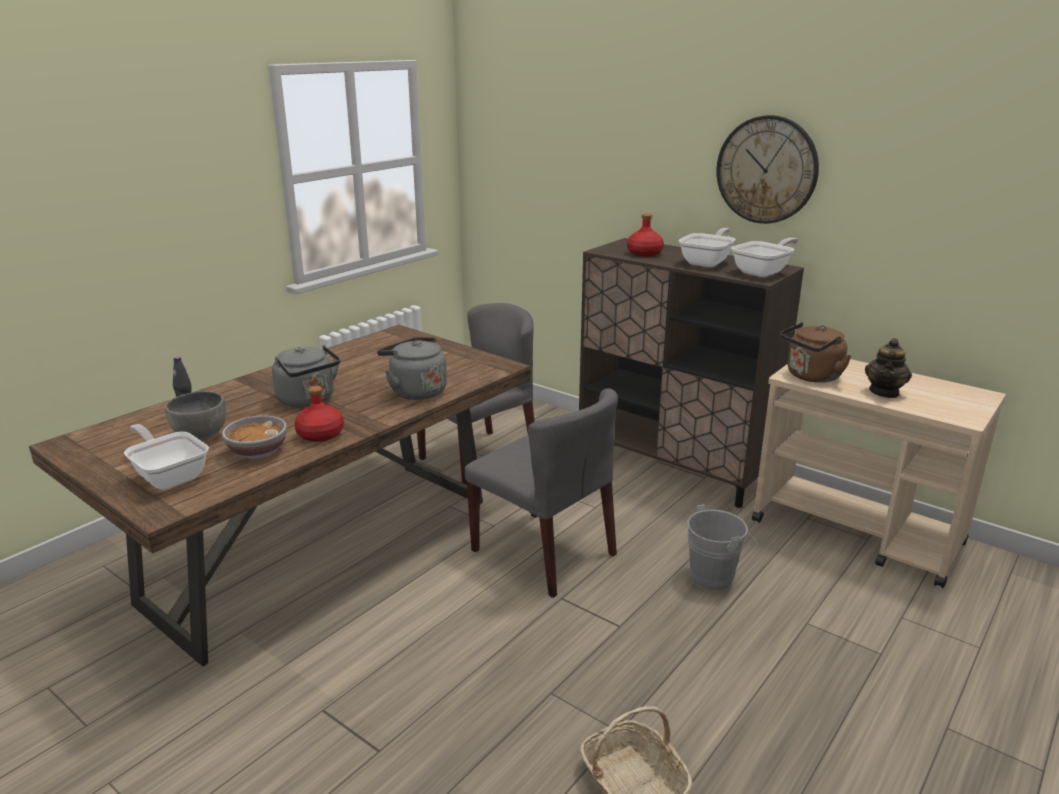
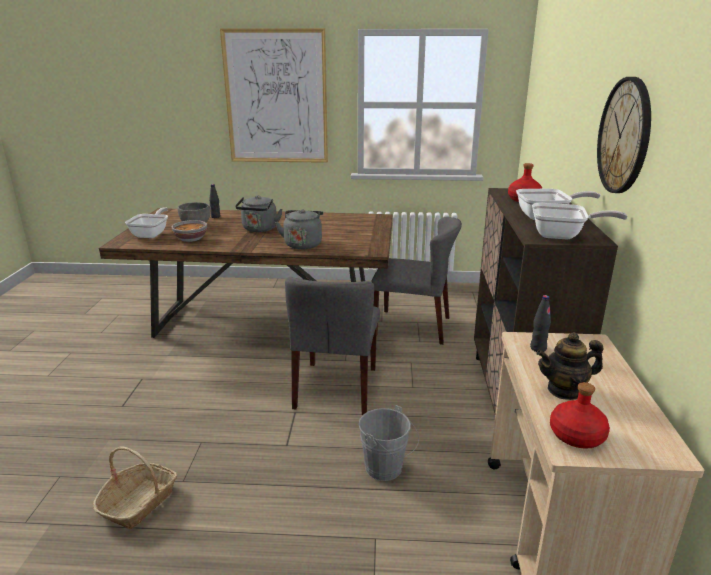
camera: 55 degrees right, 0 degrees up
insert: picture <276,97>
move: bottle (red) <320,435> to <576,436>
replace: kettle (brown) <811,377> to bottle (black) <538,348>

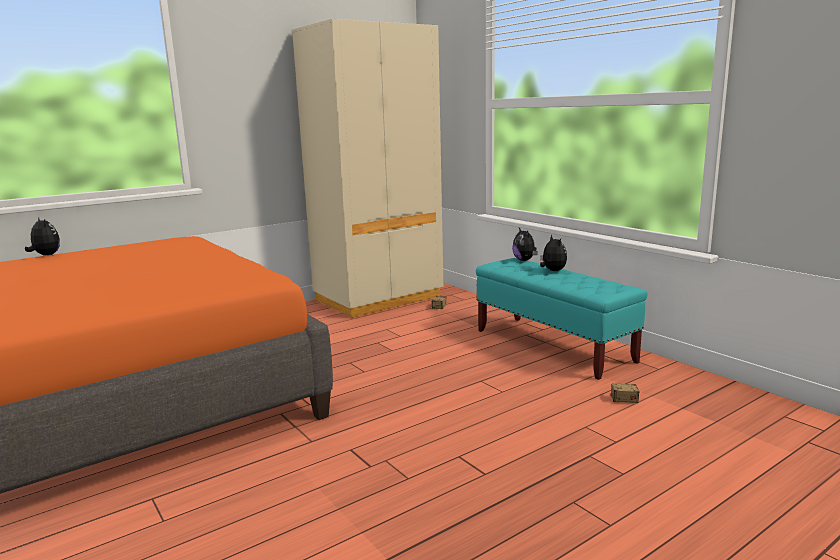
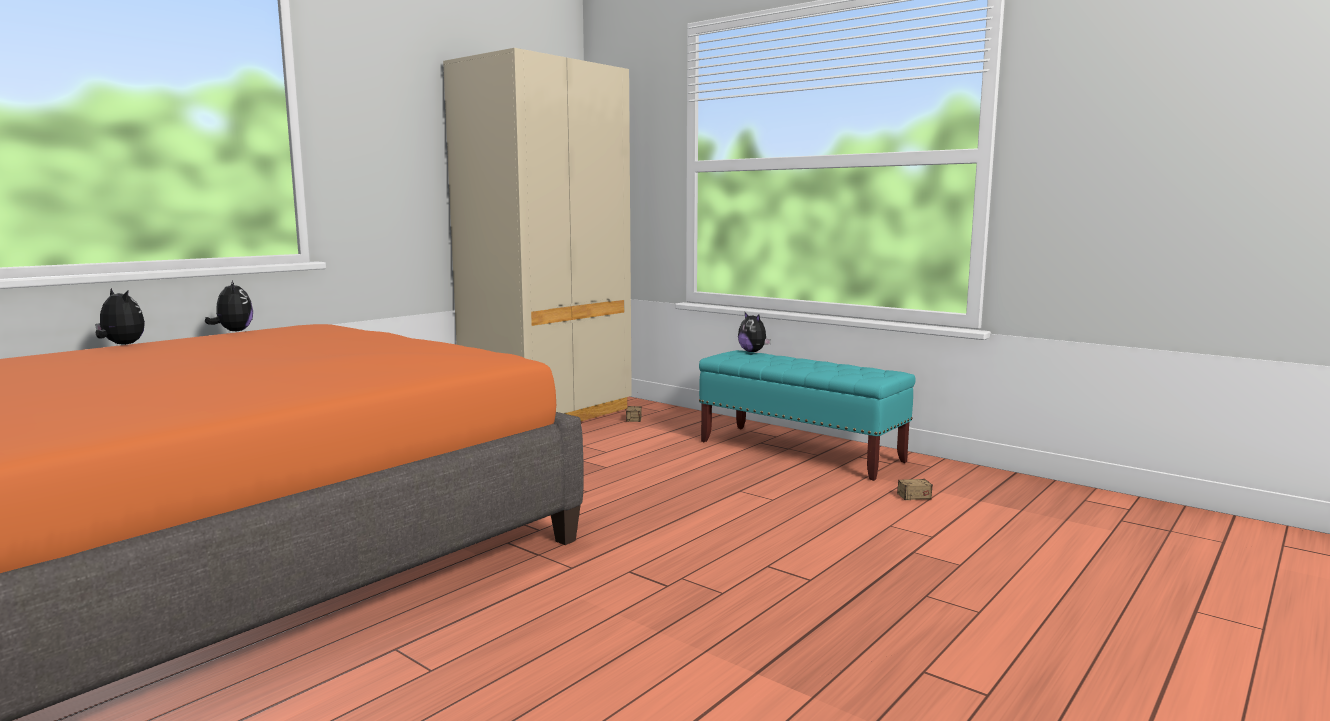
camera: 15 degrees left, 5 degrees down
move: plush toy <552,271> to <233,331>

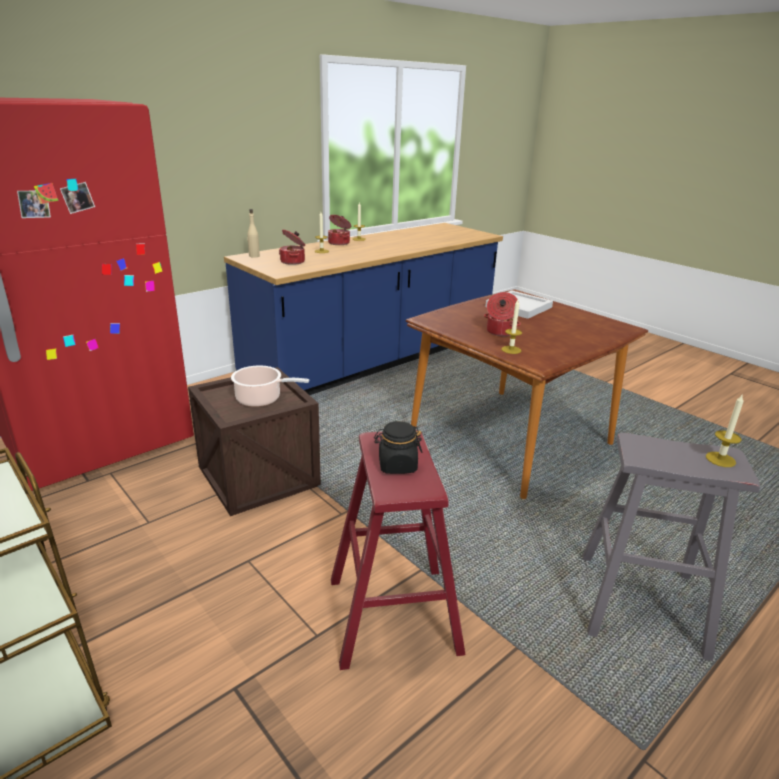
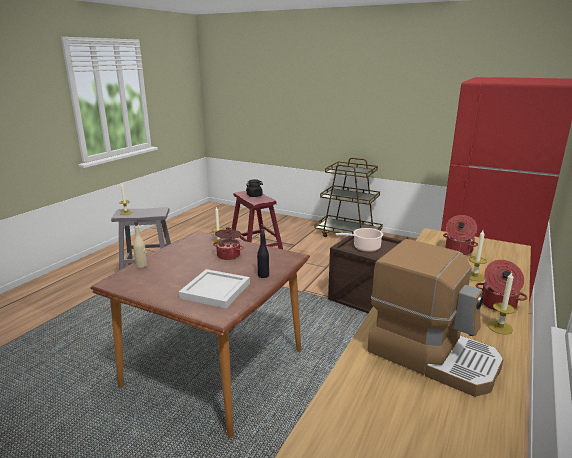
camera: 160 degrees right, 5 degrees down
insert: bottle (black) <263,275>; coffee machine <432,355>
move: bottle (beige) <254,256> to <142,265>

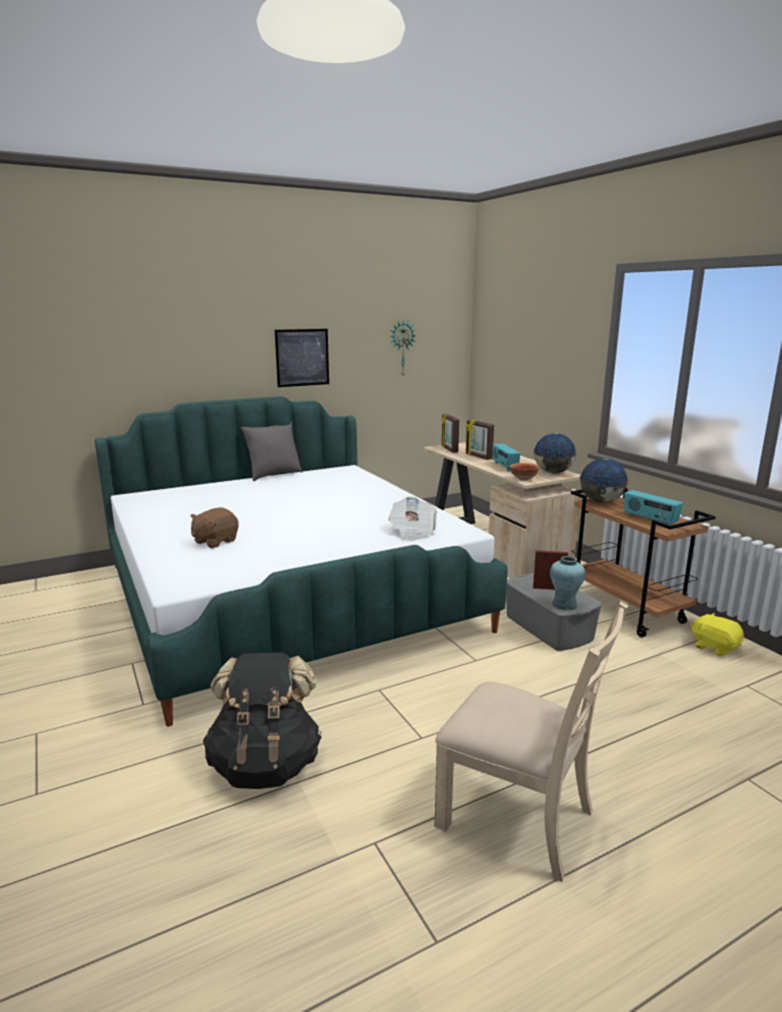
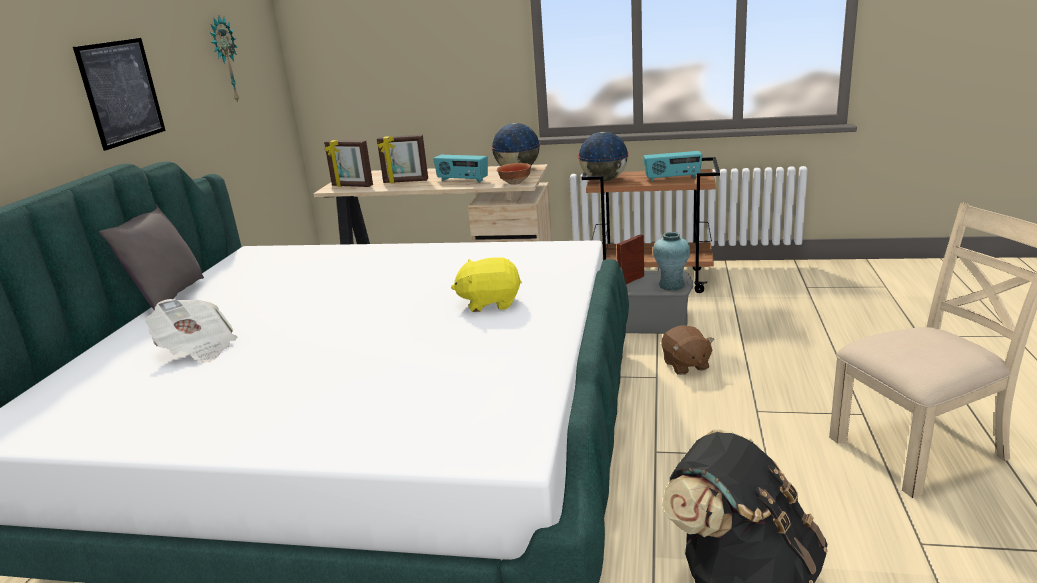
camera: 50 degrees left, 5 degrees up
move: newspaper <413,532> to <197,349>; plush toy (brown) <215,541> to <685,365>; plush toy (yellow) <714,647> to <490,303>

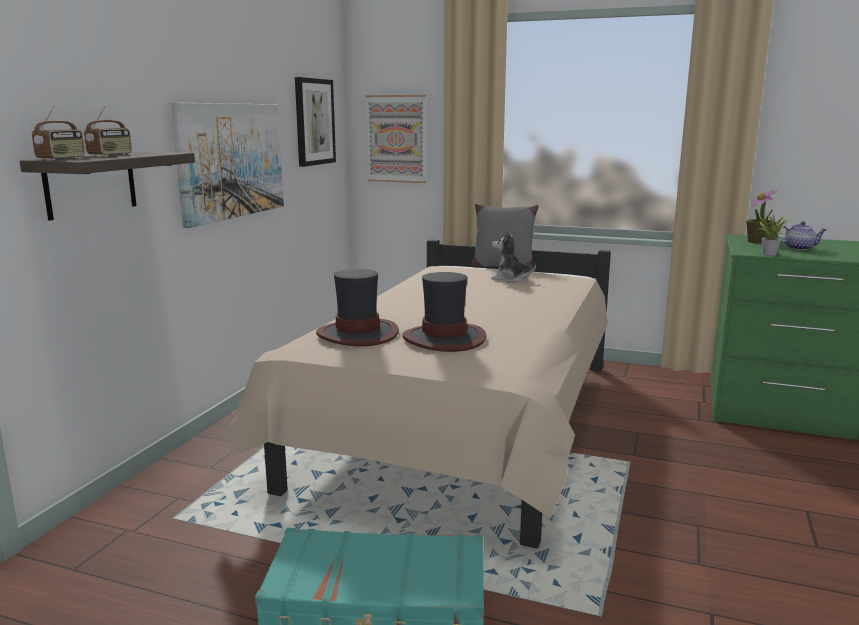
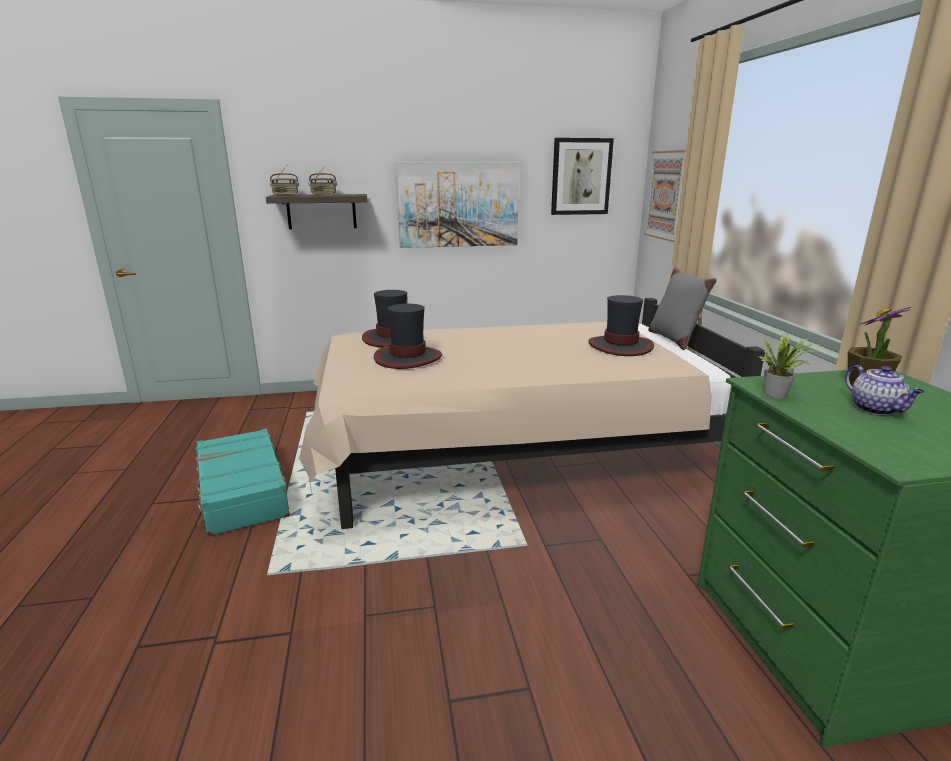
camera: 60 degrees right, 5 degrees up
replace: plush toy <510,279> to hat <620,346>

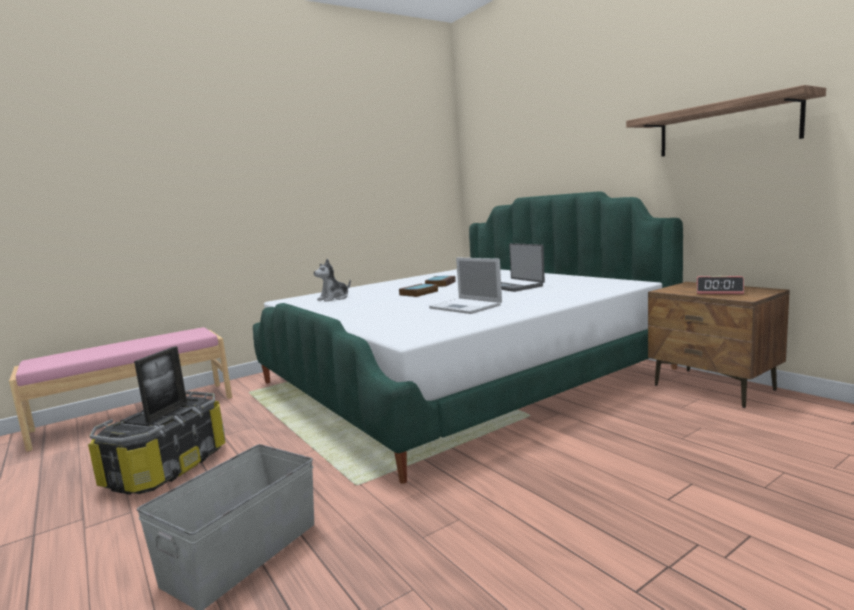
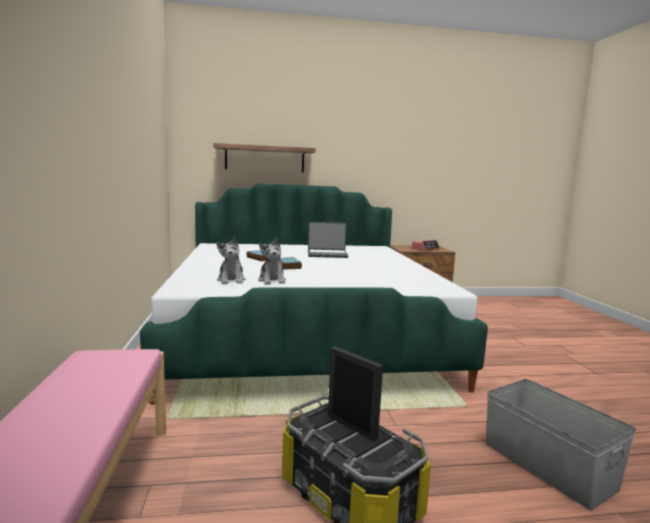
camera: 65 degrees left, 0 degrees up
delete: laptop <466,307>
insert: plush toy <272,280>
move: shelf <726,127> to <265,158>

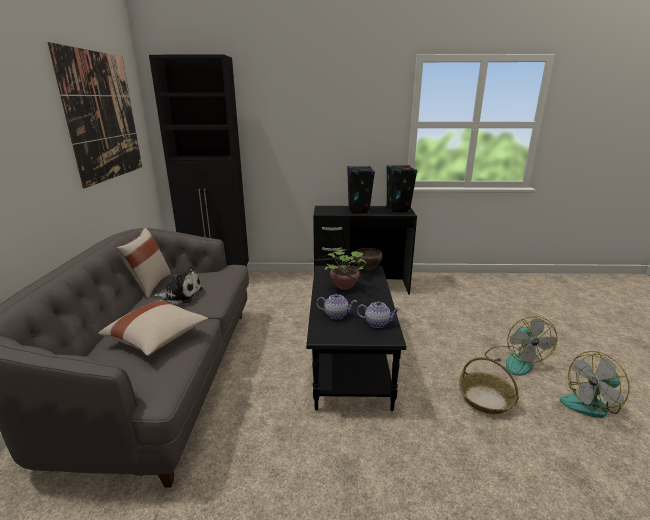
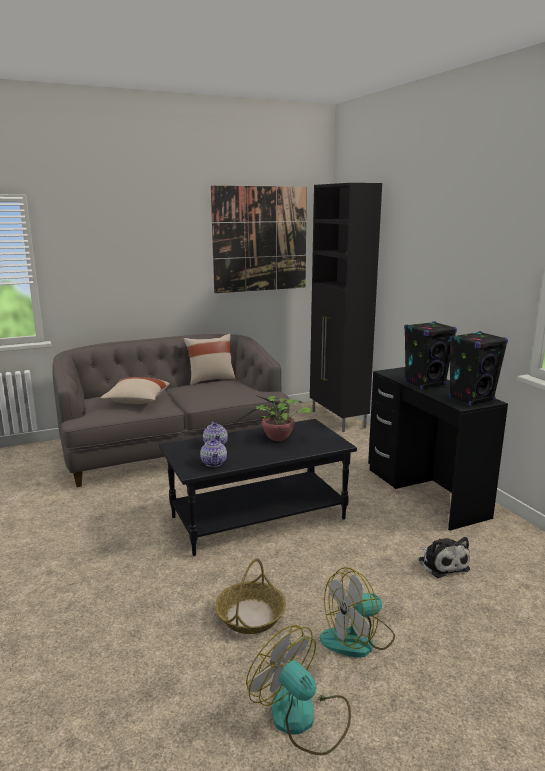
camera: 65 degrees right, 5 degrees down
delete: bowl (brown) <367,269>
move: plush toy <180,295> to <442,563>

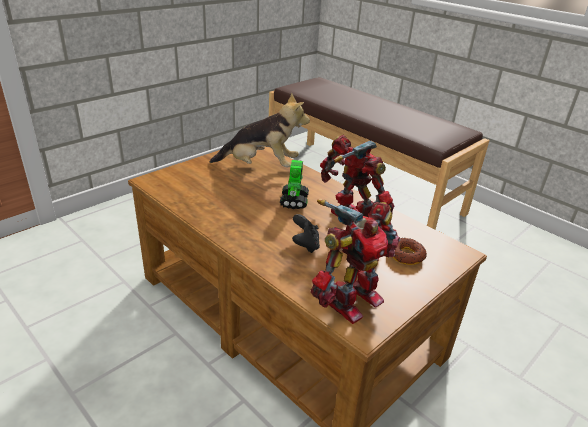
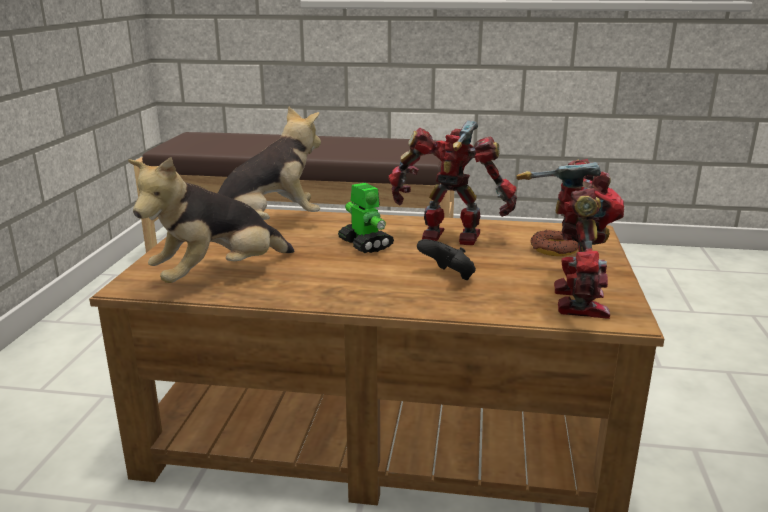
camera: 35 degrees left, 10 degrees down
insert: plush toy <219,276>

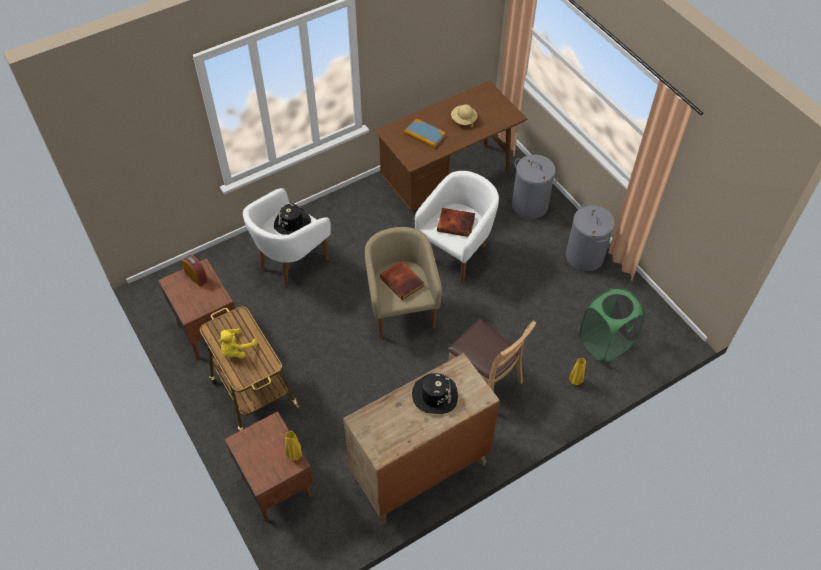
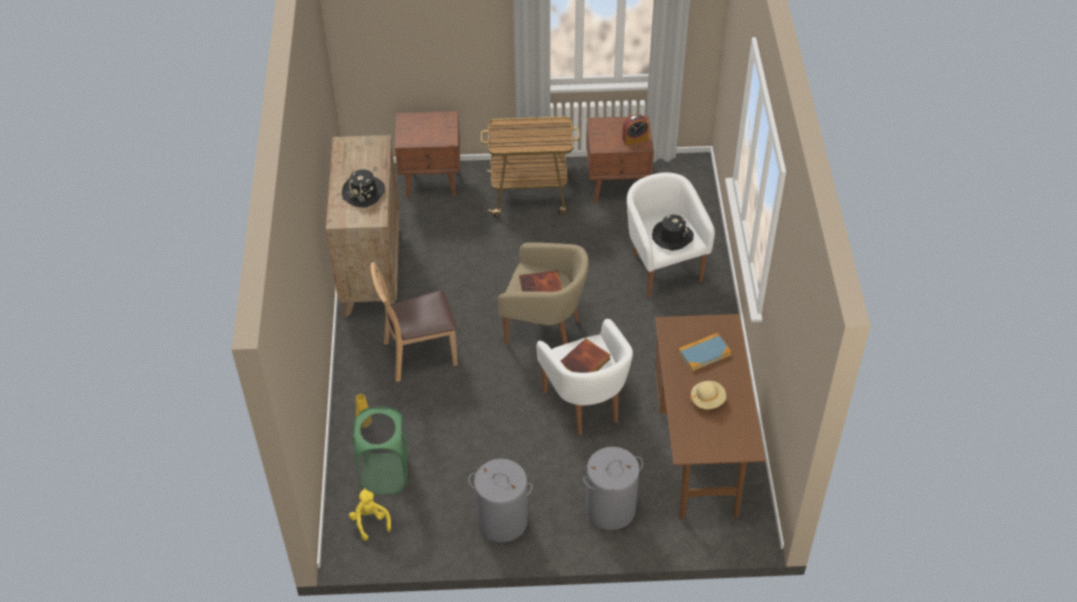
camera: 120 degrees right, 5 degrees down
delete: vase (yellow) <295,455>
move: plush toy (yellow) <236,350> to <370,521>

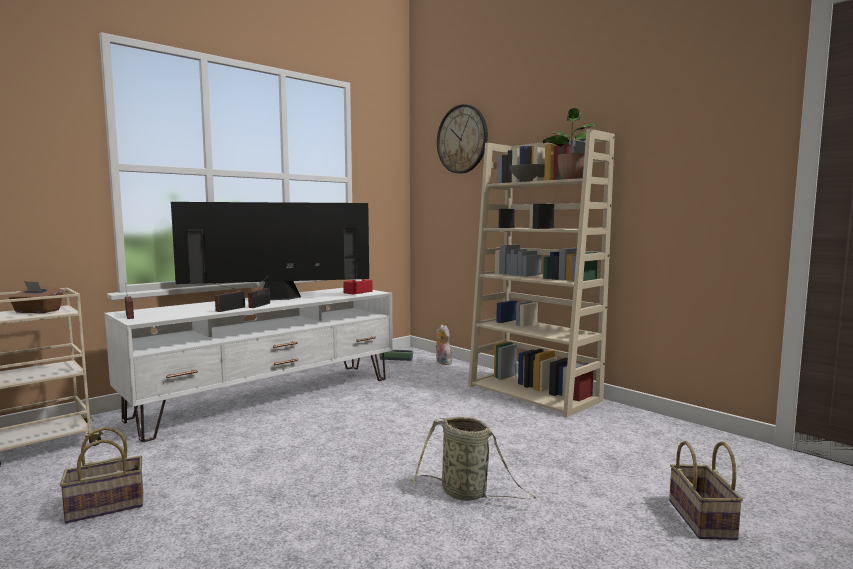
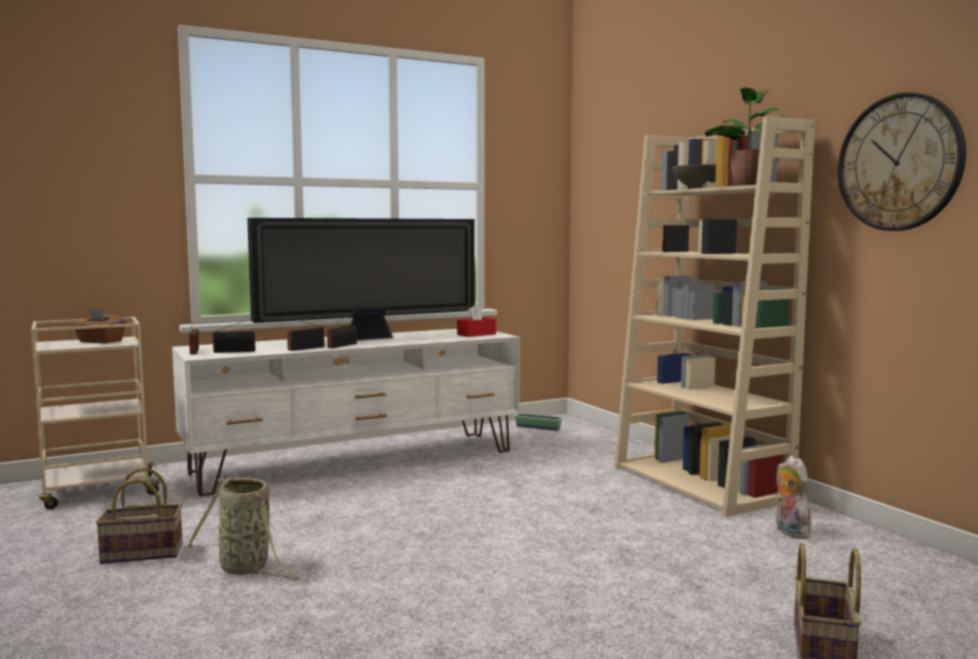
camera: 15 degrees right, 0 degrees up
insert: radio <237,351>
move: wall clock <462,139> to <899,163>; plush toy <442,362> to <789,531>; basket <467,494> to <247,569>
rotate: television <277,298> = <370,338> 150 degrees clockwise

